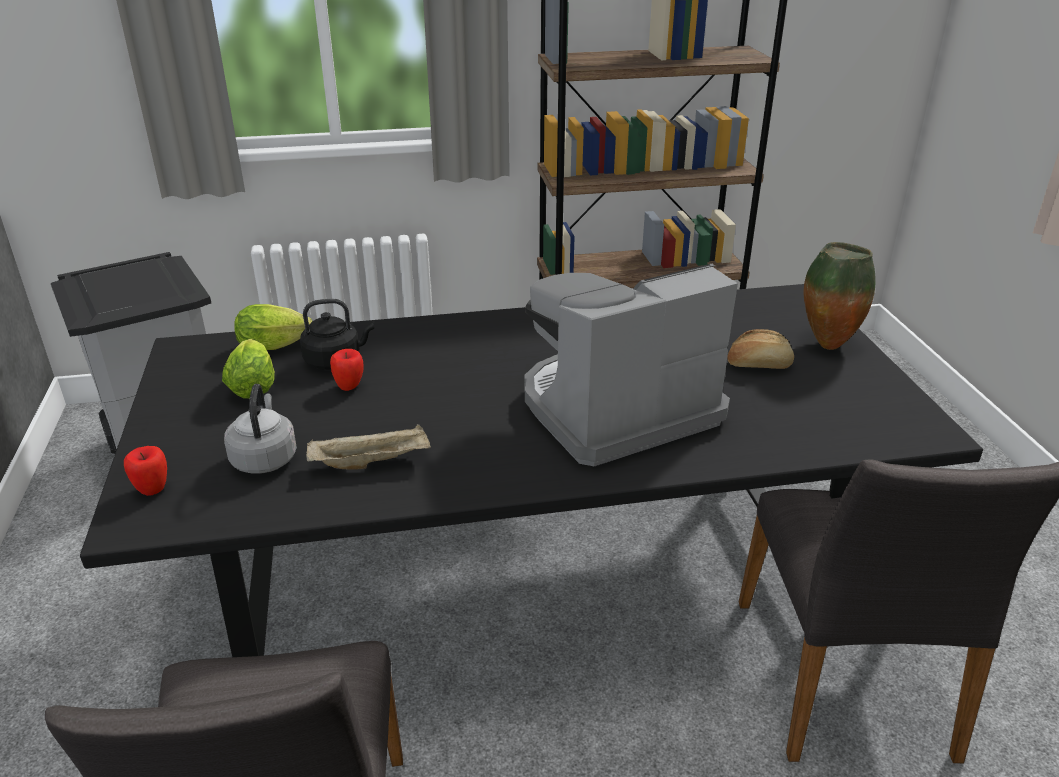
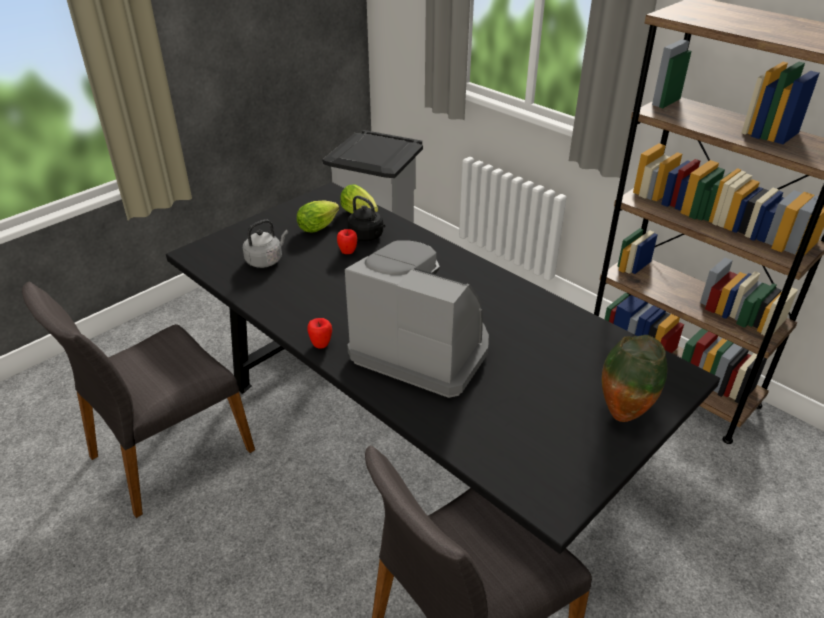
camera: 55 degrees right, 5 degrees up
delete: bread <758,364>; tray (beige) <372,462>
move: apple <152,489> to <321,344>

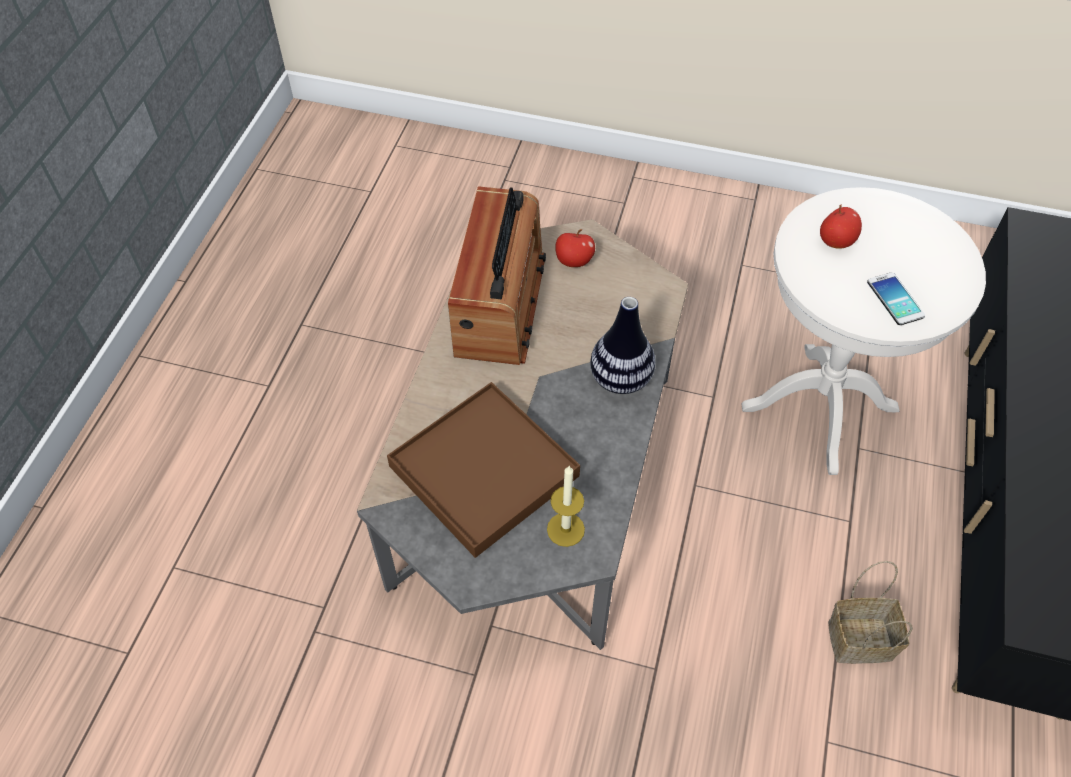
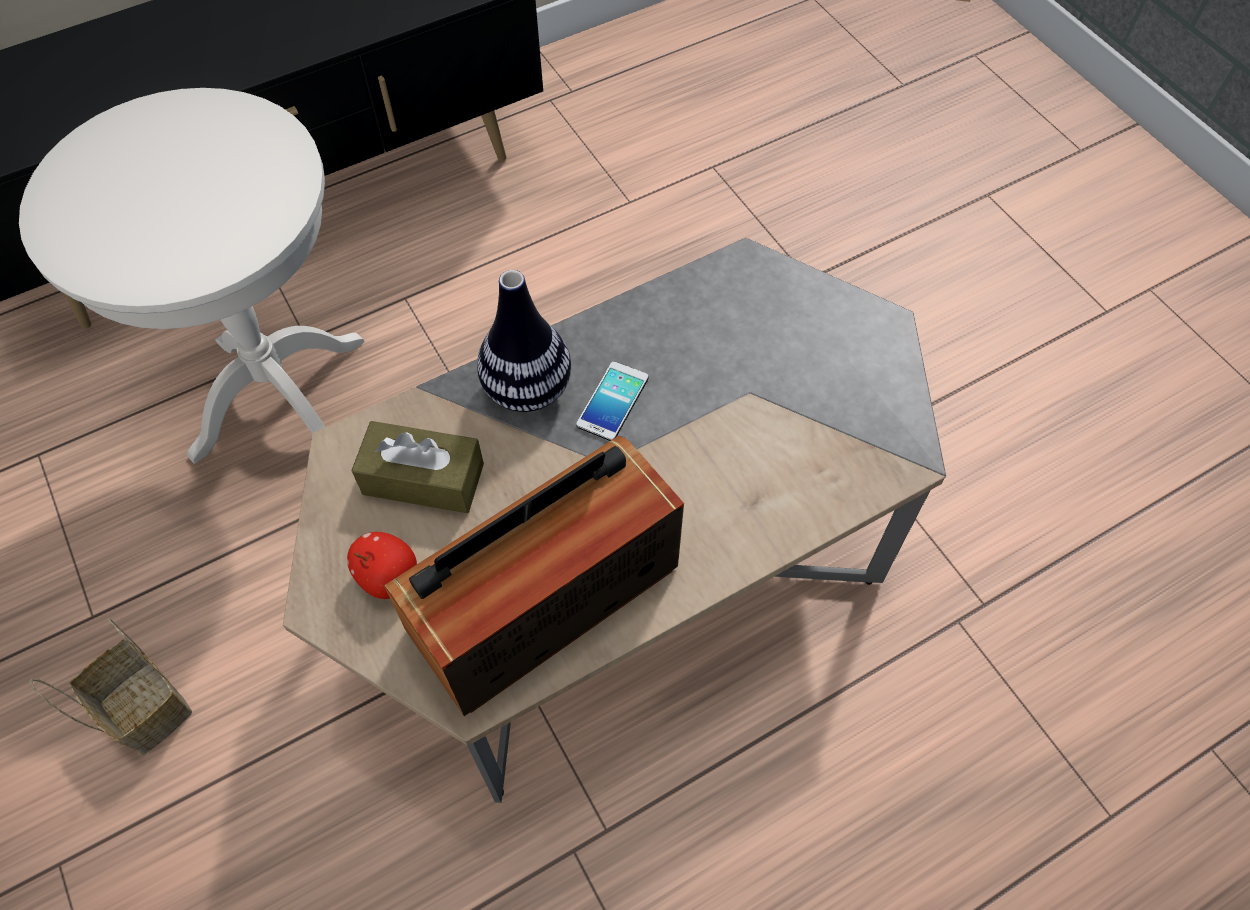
camera: 135 degrees left, 5 degrees up
delete: apple <836,241>; tray (brown) <484,470>; candle <565,529>
insert: tissue box (brown) <423,479>
move: phone <895,299> to <613,401>; basket <862,639> to <143,707>

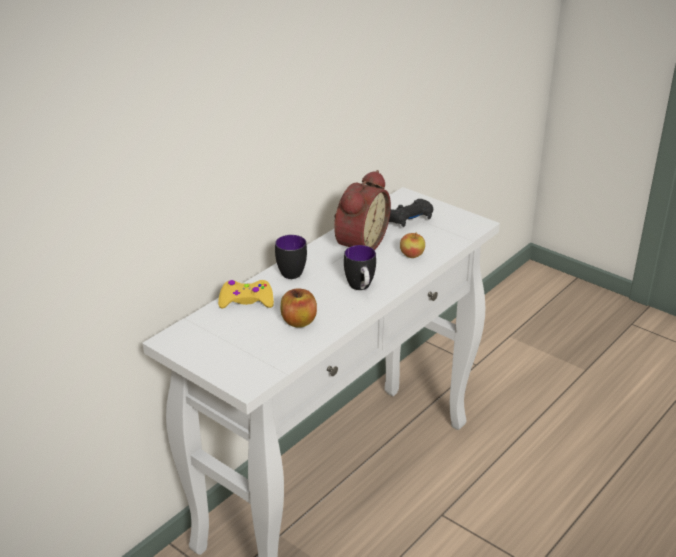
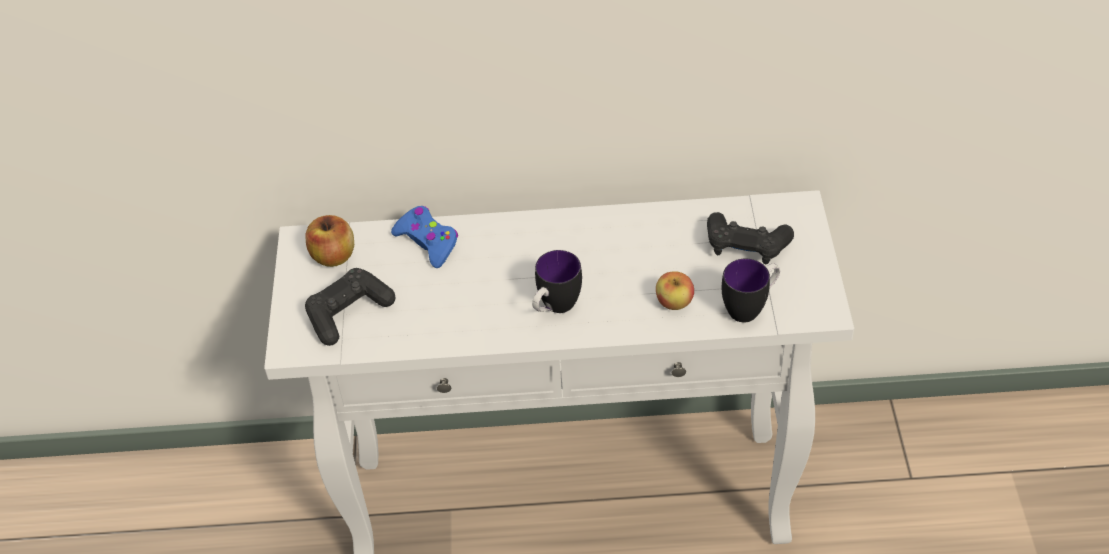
camera: 50 degrees right, 15 degrees up
delete: alarm clock <358,244>
insert: game controller (black) <348,313>
move: mug <292,270> to <750,307>; apple <299,321> to <333,256>
recolor: game controller (yellow) <246,301> to game controller (blue) <428,242>

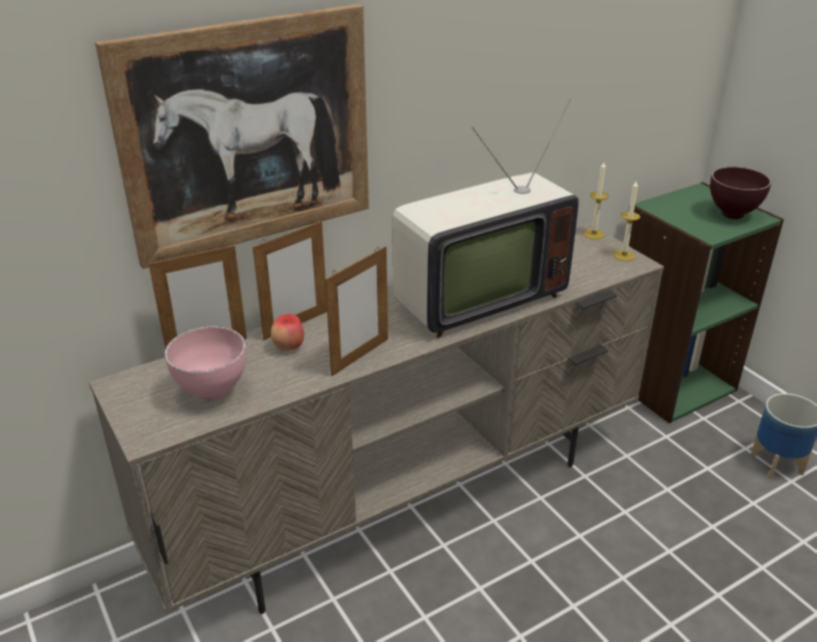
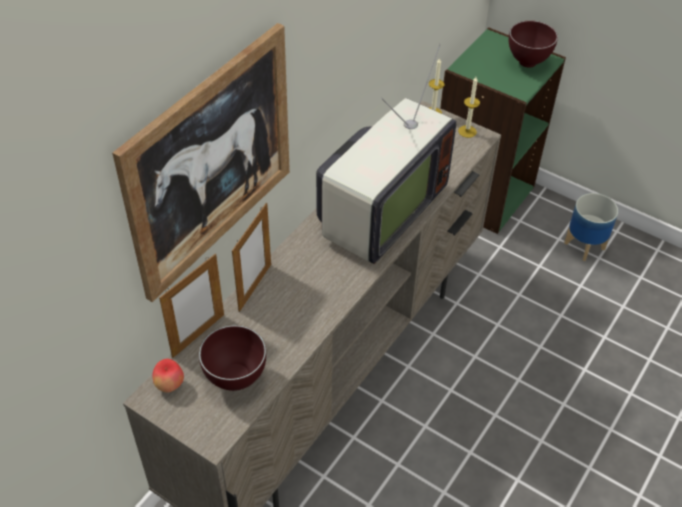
camera: 25 degrees left, 15 degrees up
delete: picture frame <360,357>
move: apple <289,347> to <170,385>
recolor: bowl (pink) <211,393> to bowl (brown) <234,379>

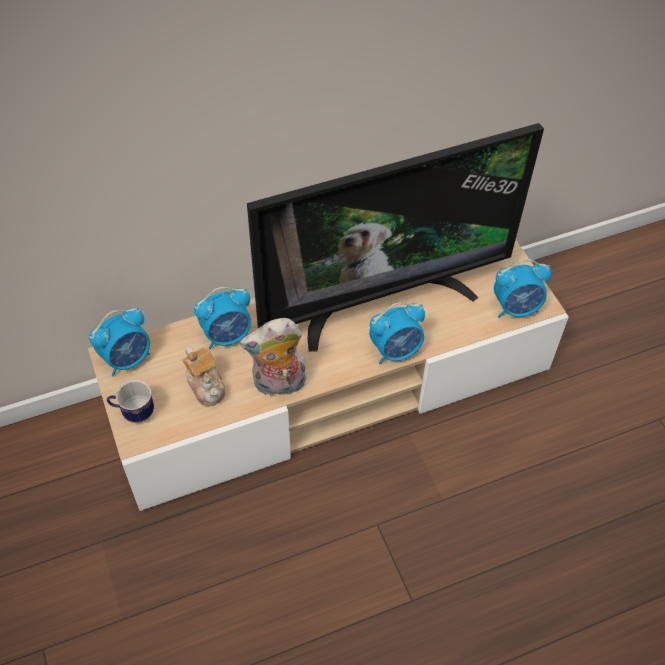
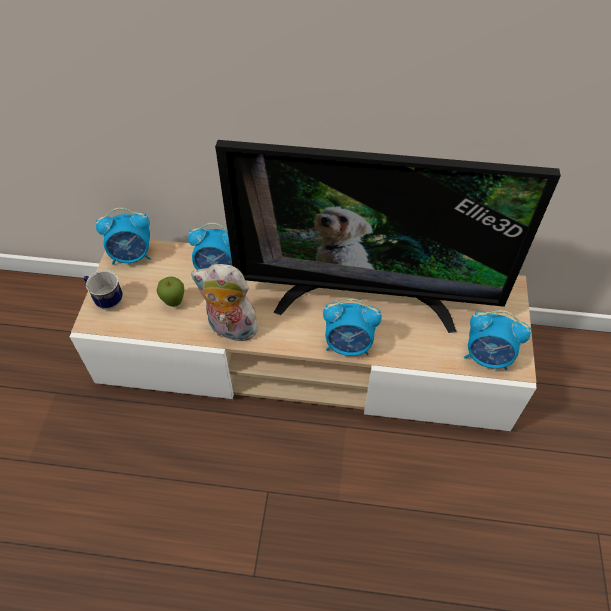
camera: 30 degrees right, 0 degrees up
replace: teapot <206,385> to apple <174,303>

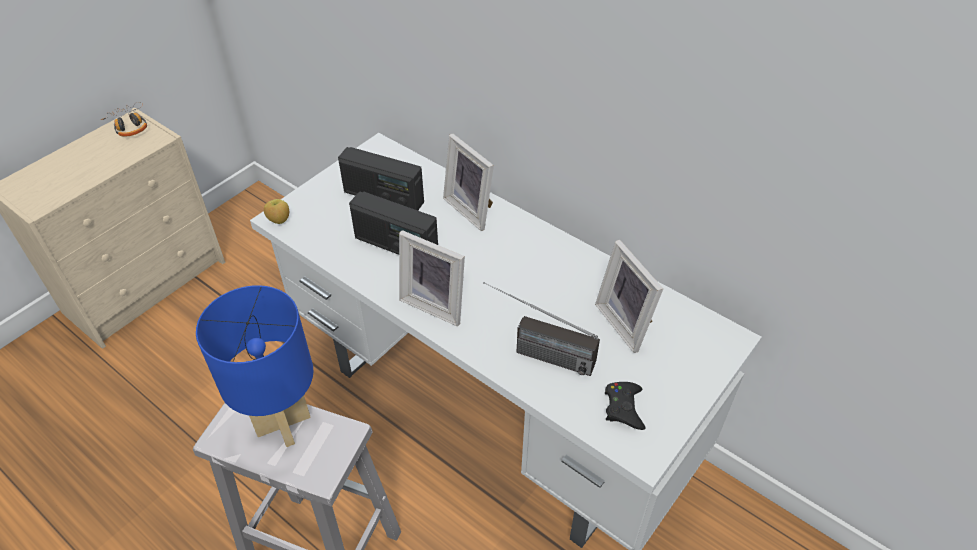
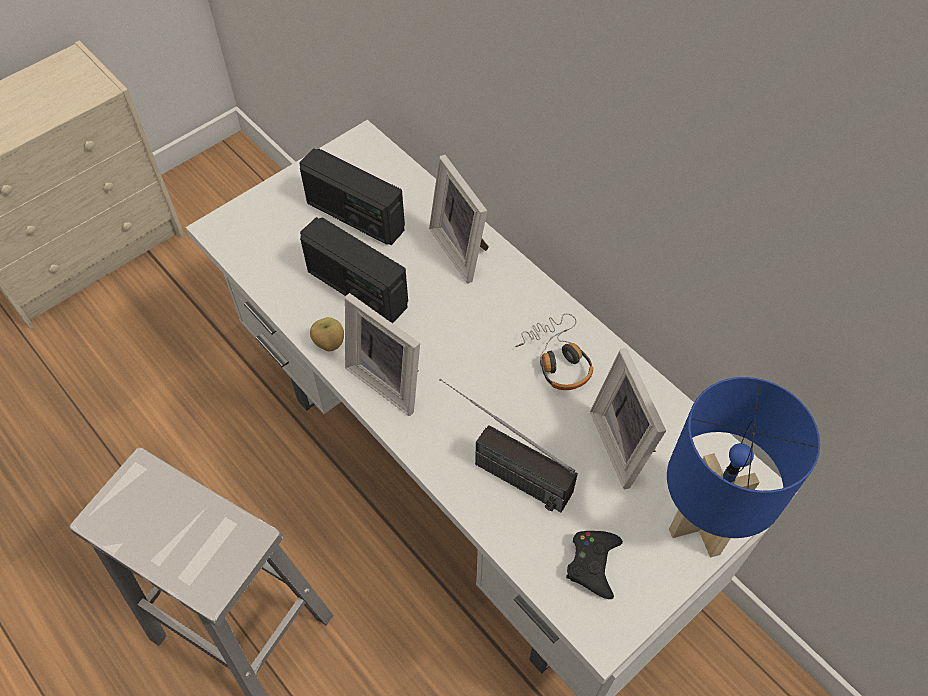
camera: 10 degrees right, 10 degrees up
move: headphones <129,125> to <557,359>; apple <279,221> to <329,344>; table lamp (blue) <284,425> to <702,526>

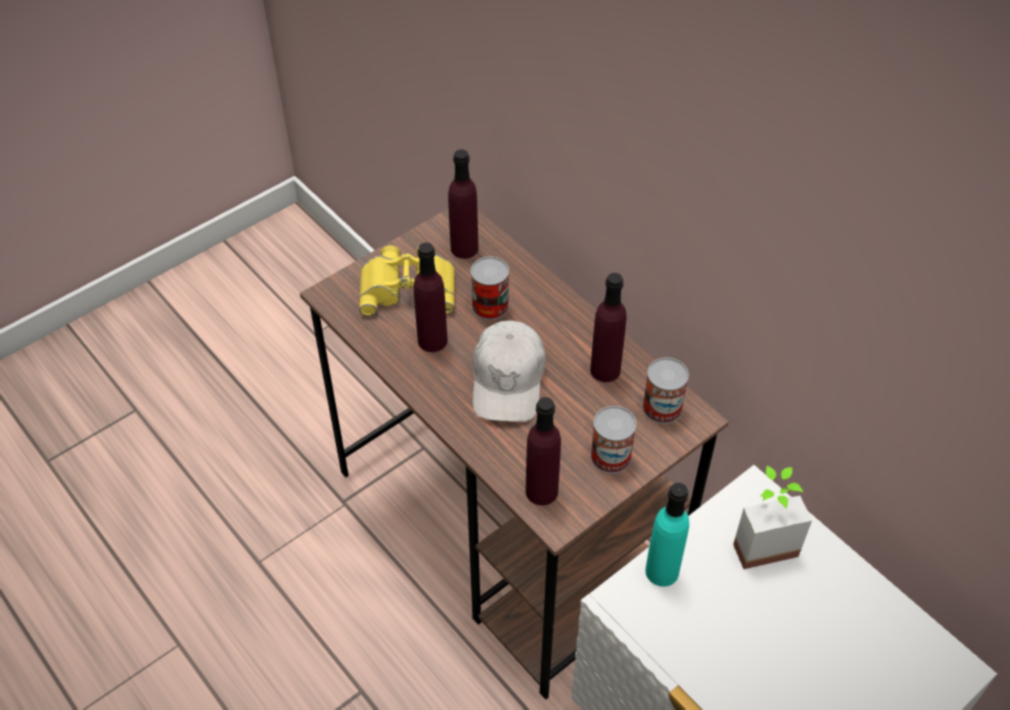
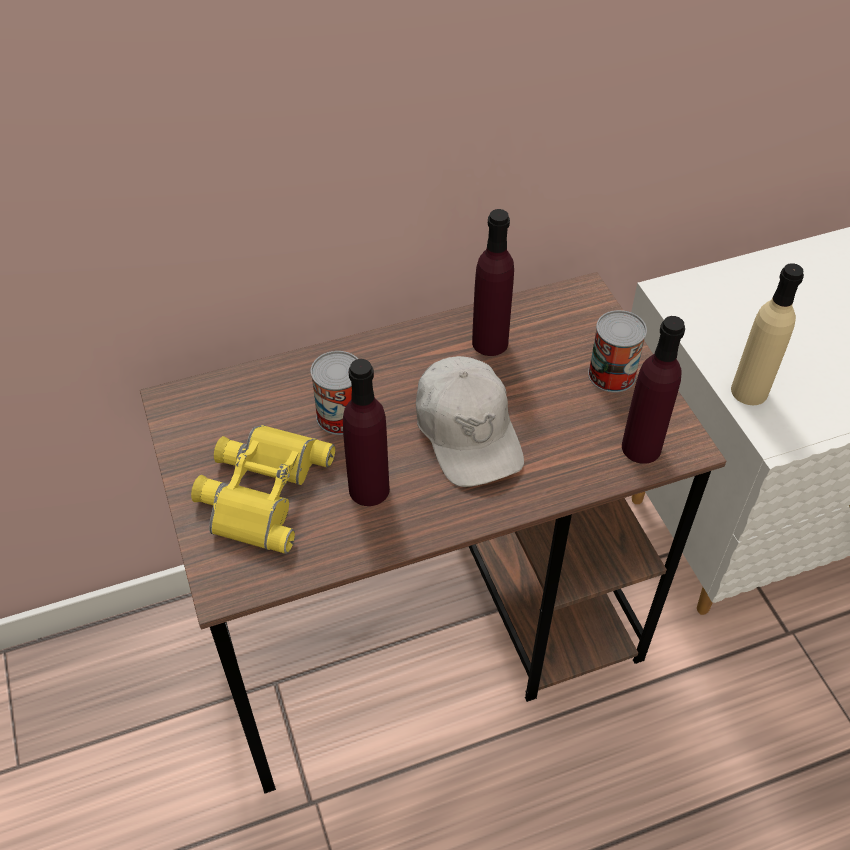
camera: 70 degrees left, 0 degrees up
delete: bottle (purple) <464,248>; can <662,407>; potted plant <761,540>
recolor: bottle (turquoise) <662,571> to bottle (beige) <749,391>
rotate: cap (white) <508,380> = <468,431> 45 degrees clockwise

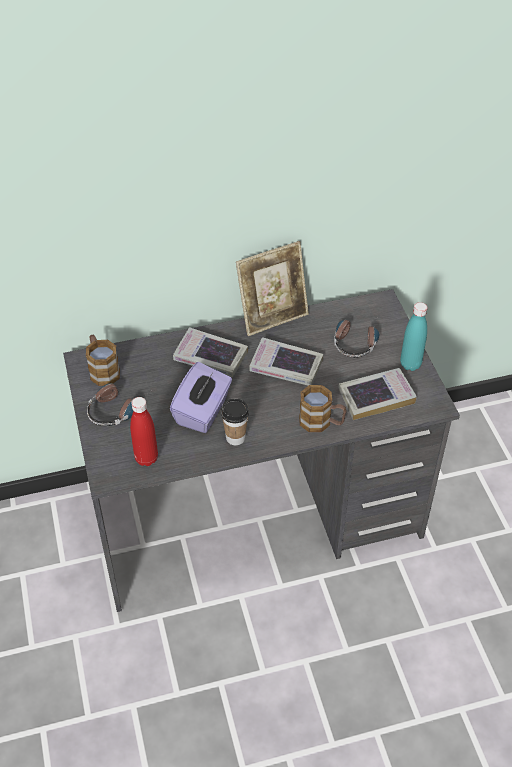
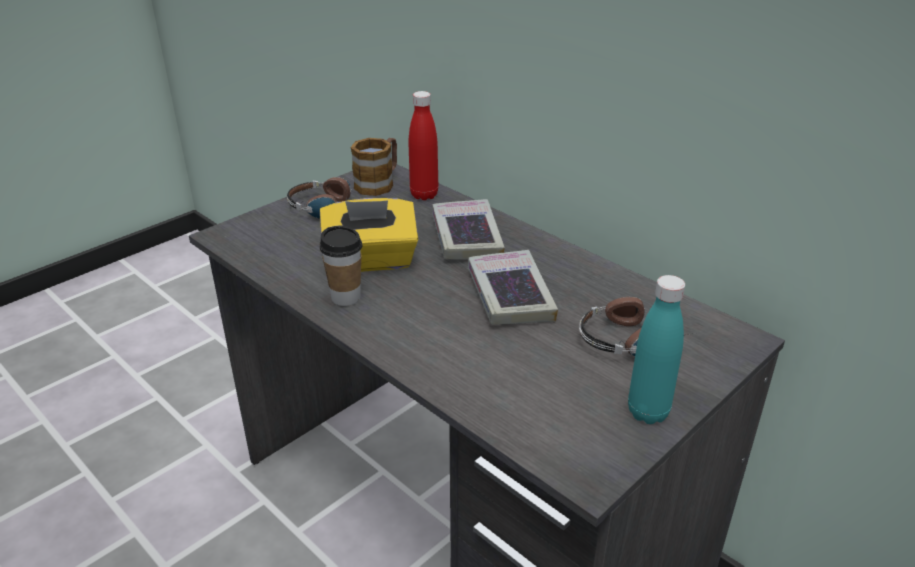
camera: 60 degrees right, 15 degrees down
delete: picture frame <273,317>; book <376,397>; mug <321,422>
move: bottle (red) <146,458> to <424,195>
recolor: tissue box (purple) <203,411> to tissue box (yellow) <371,261>

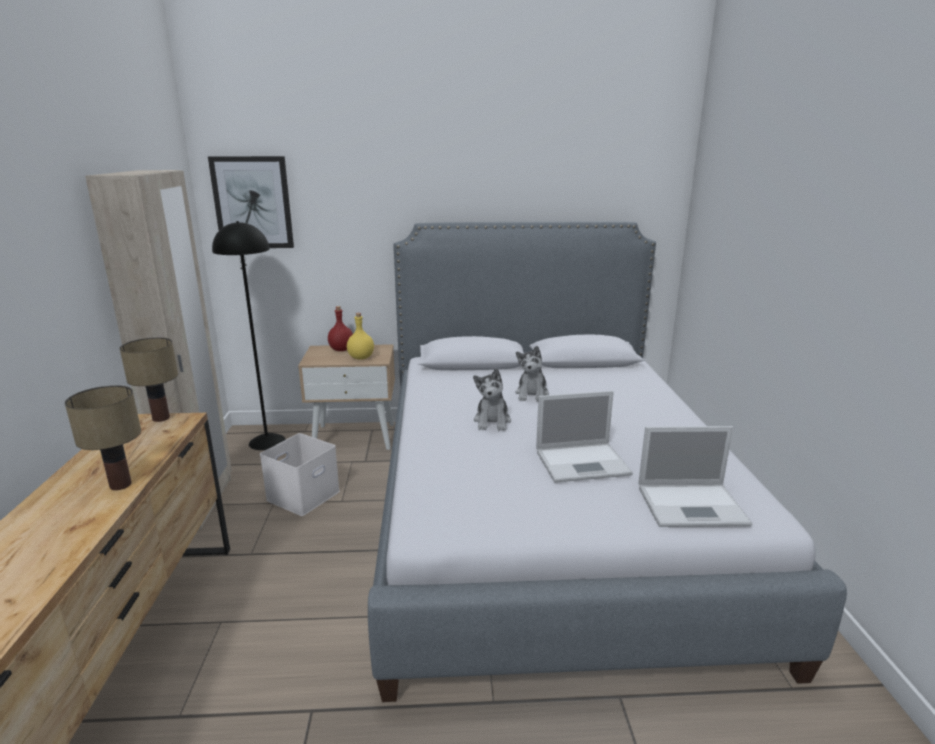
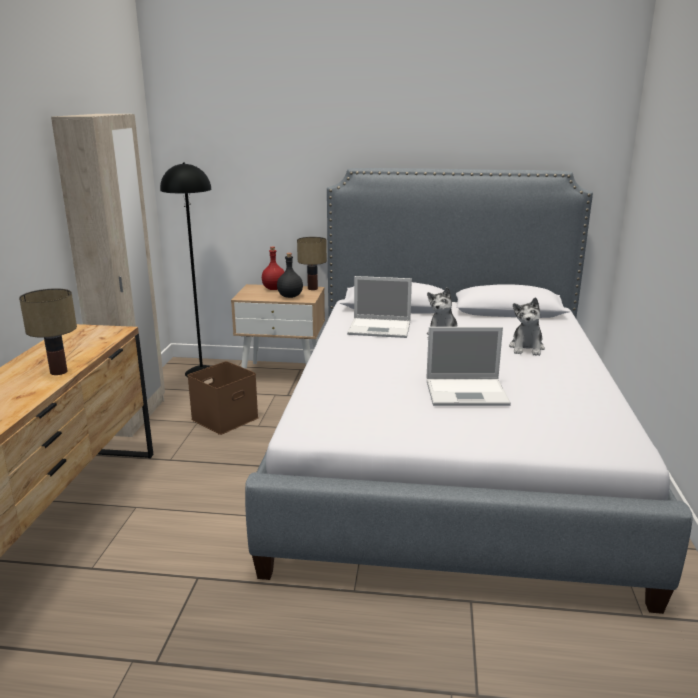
camera: 10 degrees right, 0 degrees up
delete: picture <252,203>
move: table lamp <161,418> to <313,289>; plush toy <492,421> to <527,348>; laptop <693,505> to <381,328>
recolor: bottle (yellow) <361,358> to bottle (black) <290,296>; storage box (white) <303,494> to storage box (brown) <225,418>

